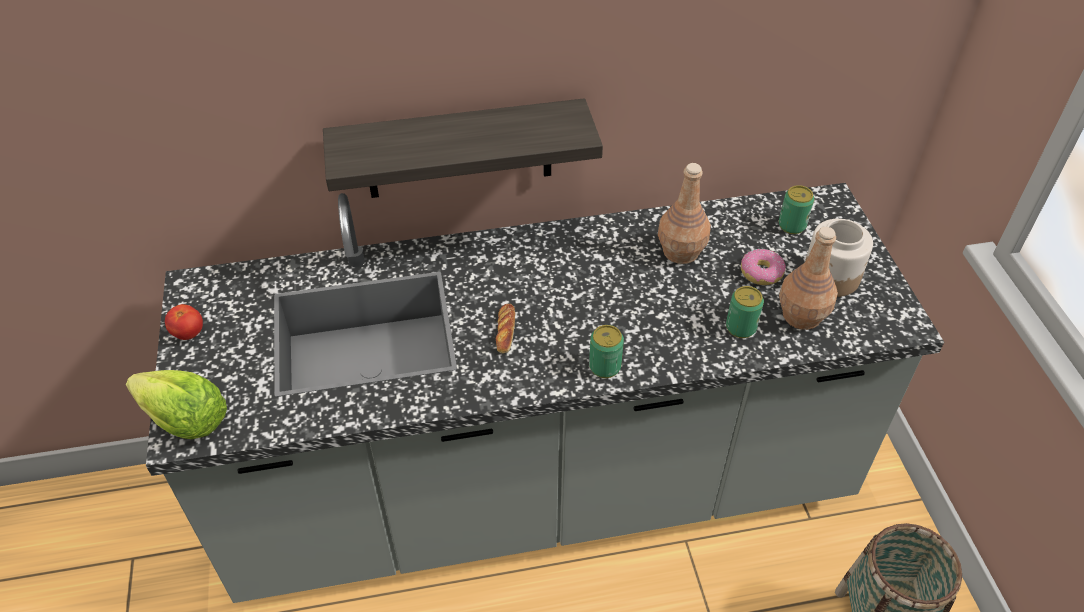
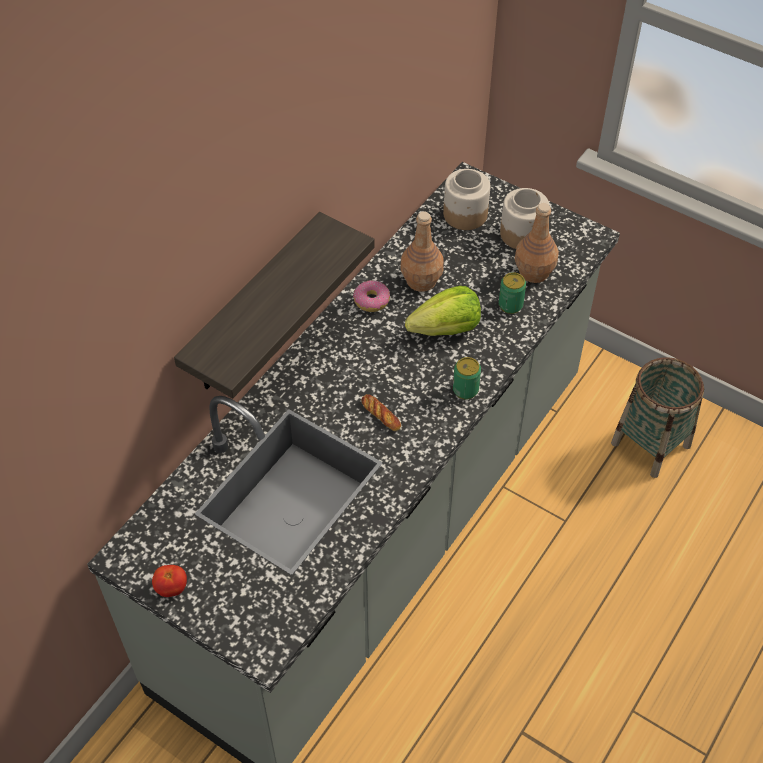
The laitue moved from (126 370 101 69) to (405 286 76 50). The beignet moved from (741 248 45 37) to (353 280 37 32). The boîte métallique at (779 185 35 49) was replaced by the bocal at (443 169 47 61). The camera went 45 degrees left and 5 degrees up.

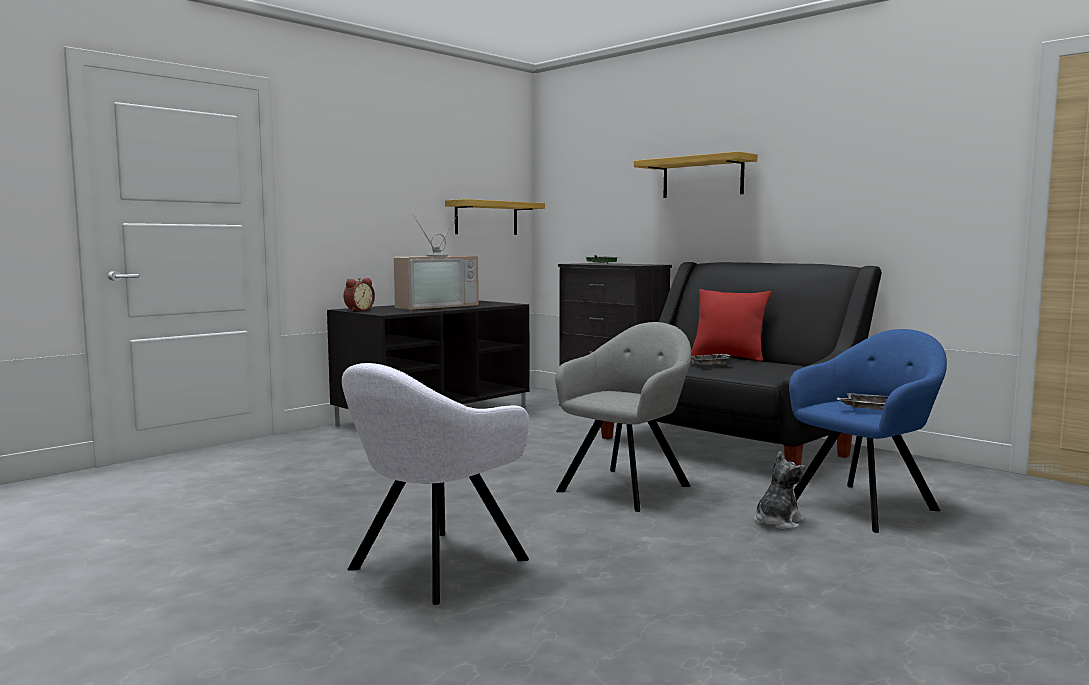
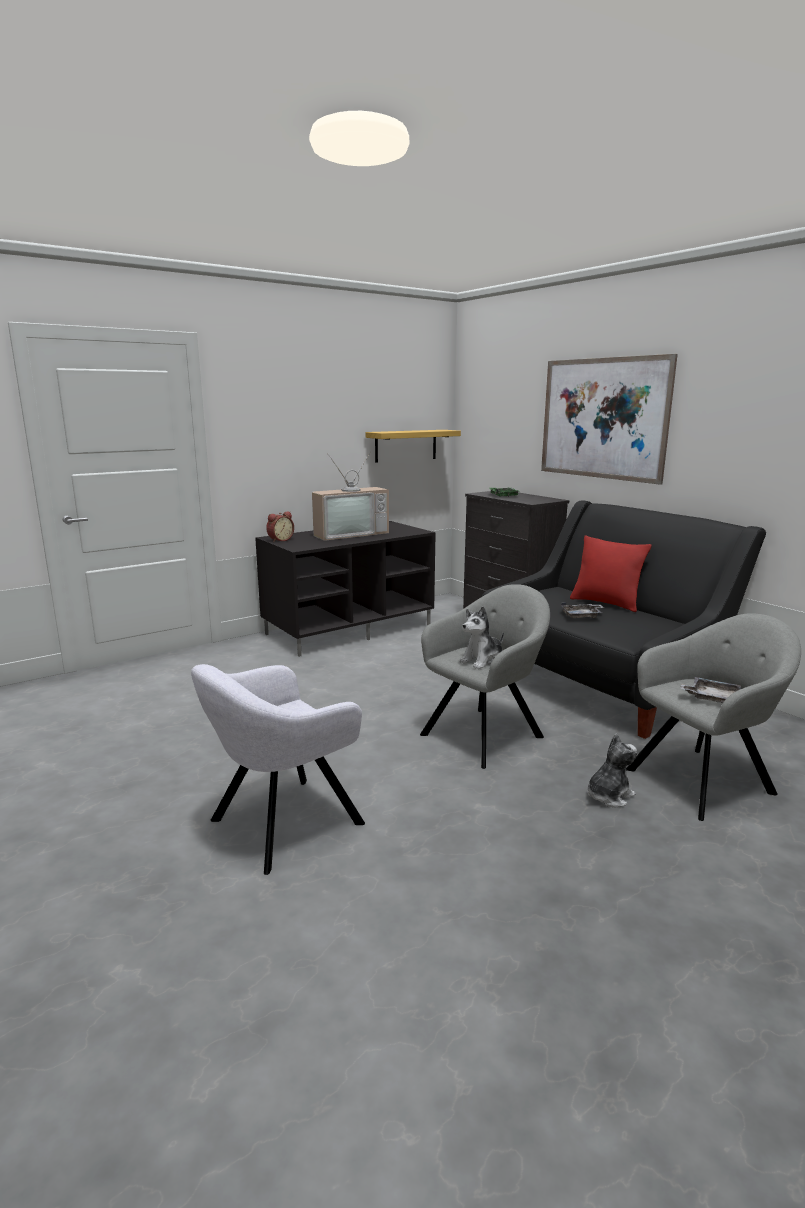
The étagère at (634 151 124 47) was replaced by the tableau at (541 354 137 131). The fauteuil [bleu] at (789 329 158 204) became the fauteuil [gris] at (626 613 175 208). The peluche at (459 606 45 63) appeared. The camera went 10 degrees right and 10 degrees up.

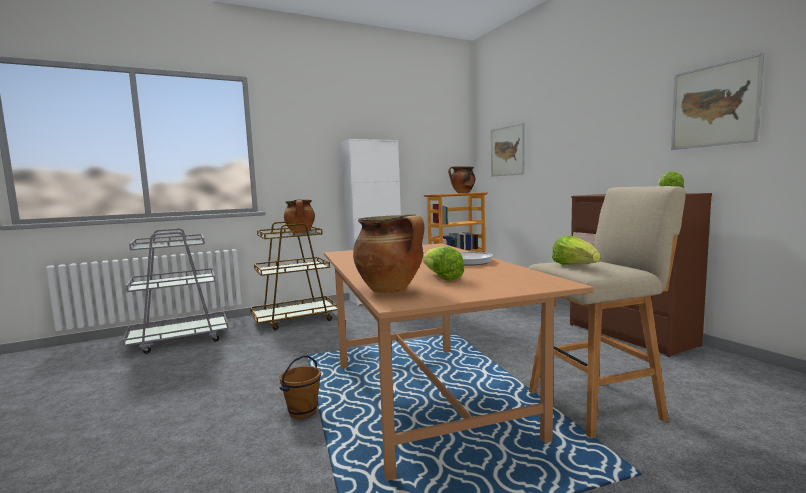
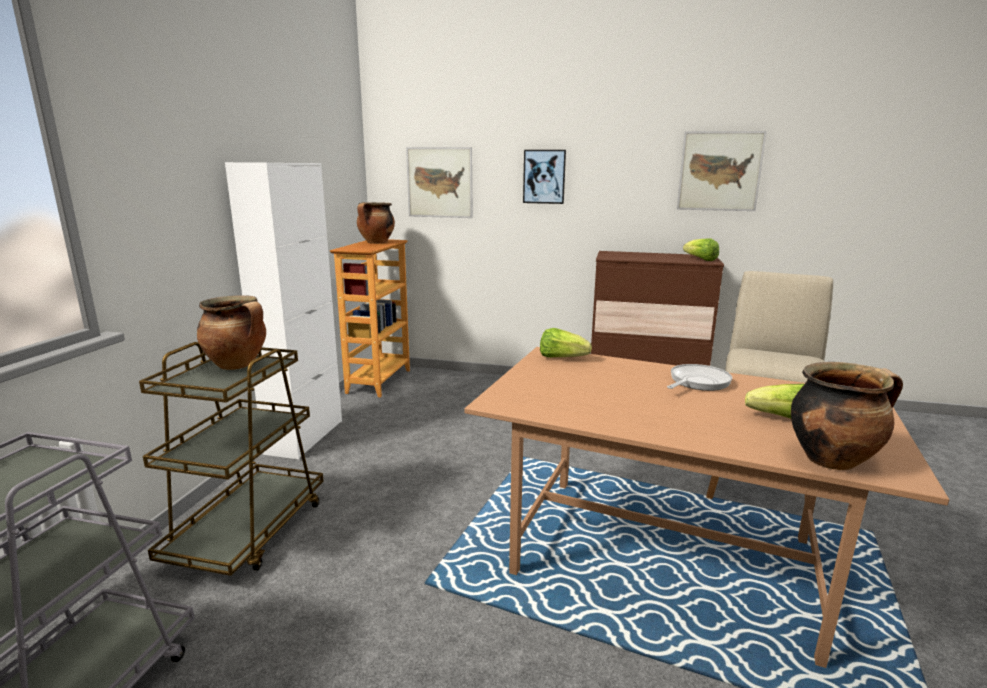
The seau [marron] at (279 355 42 64) disappeared. The laitue moved from (552 235 48 30) to (540 328 52 30). The tableau at (523 150 43 54) appeared. The camera went 50 degrees left and 10 degrees up.

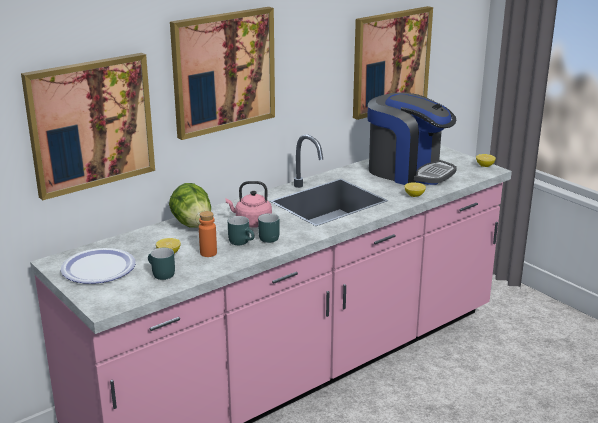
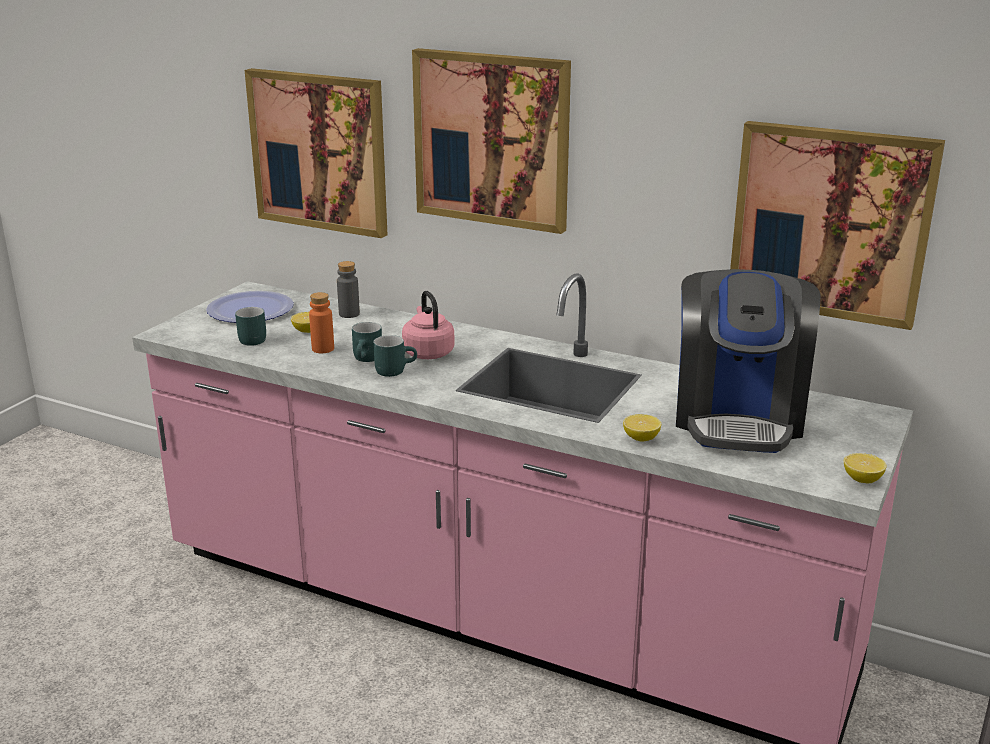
The laitue at (169 183 42 45) disappeared. The bouteille [gris] at (337 261 23 57) appeared. The camera went 65 degrees right and 0 degrees up.

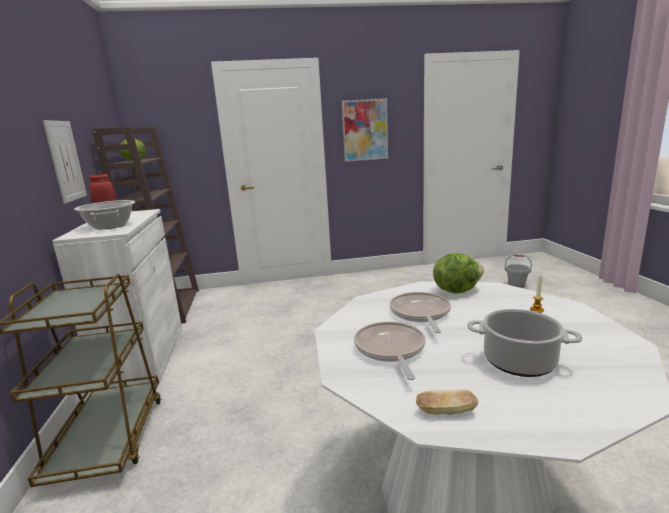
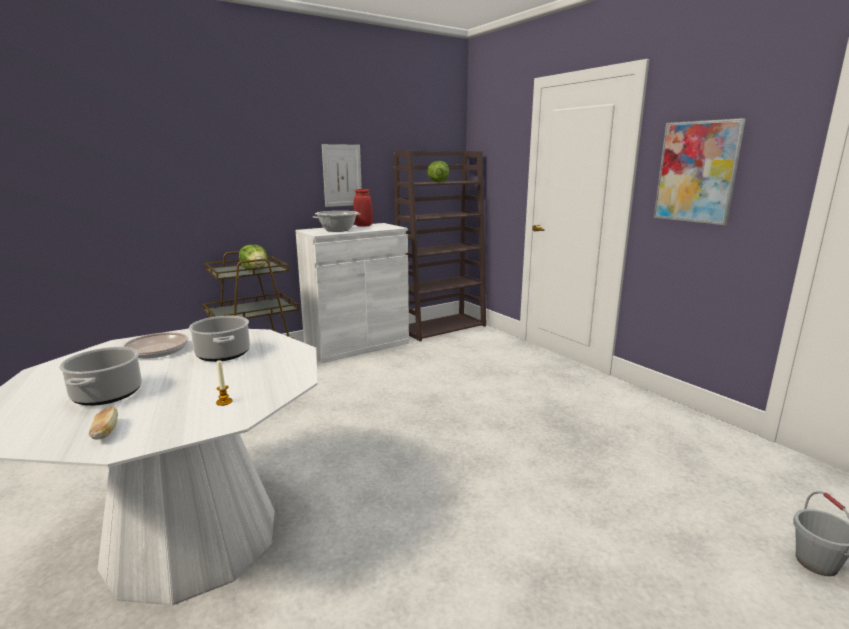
The poêle at (389 292 62 41) was replaced by the marmite at (189 316 61 46). The pain moved from (416 390 62 25) to (89 406 29 34). The laitue moved from (433 253 51 41) to (239 245 29 25). The camera went 65 degrees right and 0 degrees up.

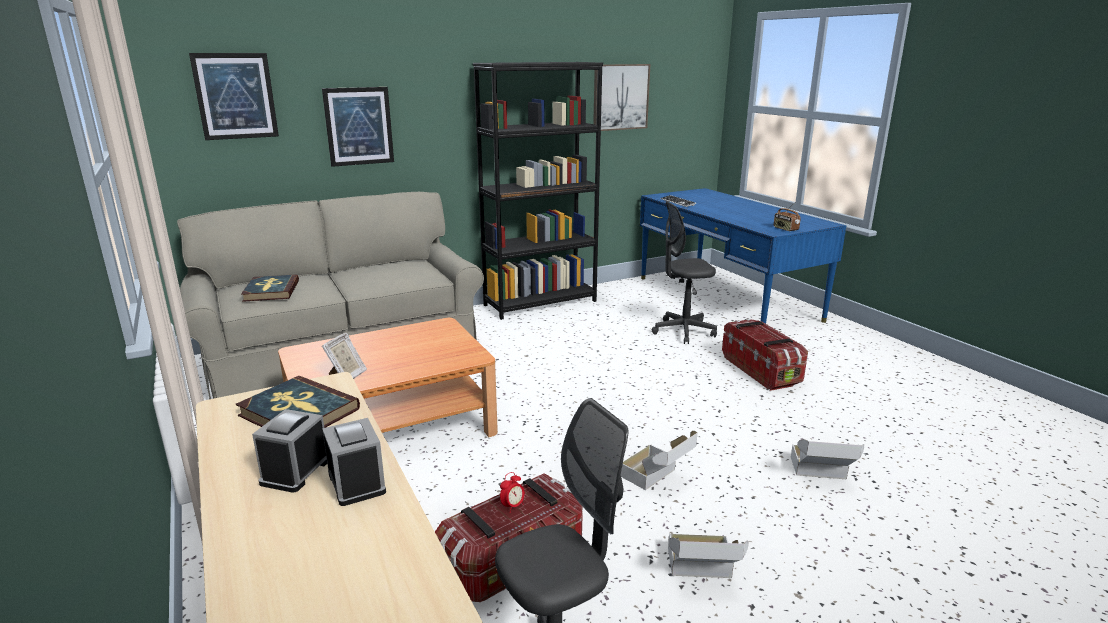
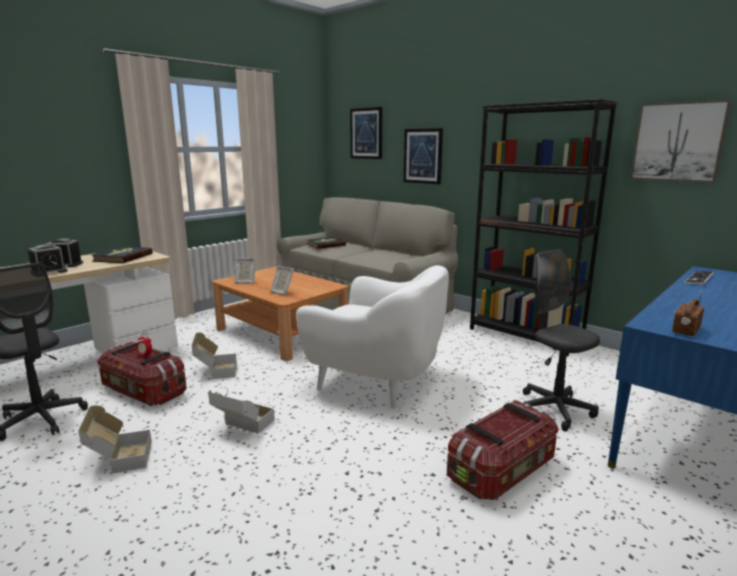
The carton moved from (791 439 73 41) to (192 333 45 46). The cadre photo at (271 266 23 29) appeared. The fauteuil [blanc] at (296 265 153 144) appeared. The camera went 70 degrees right and 5 degrees down.

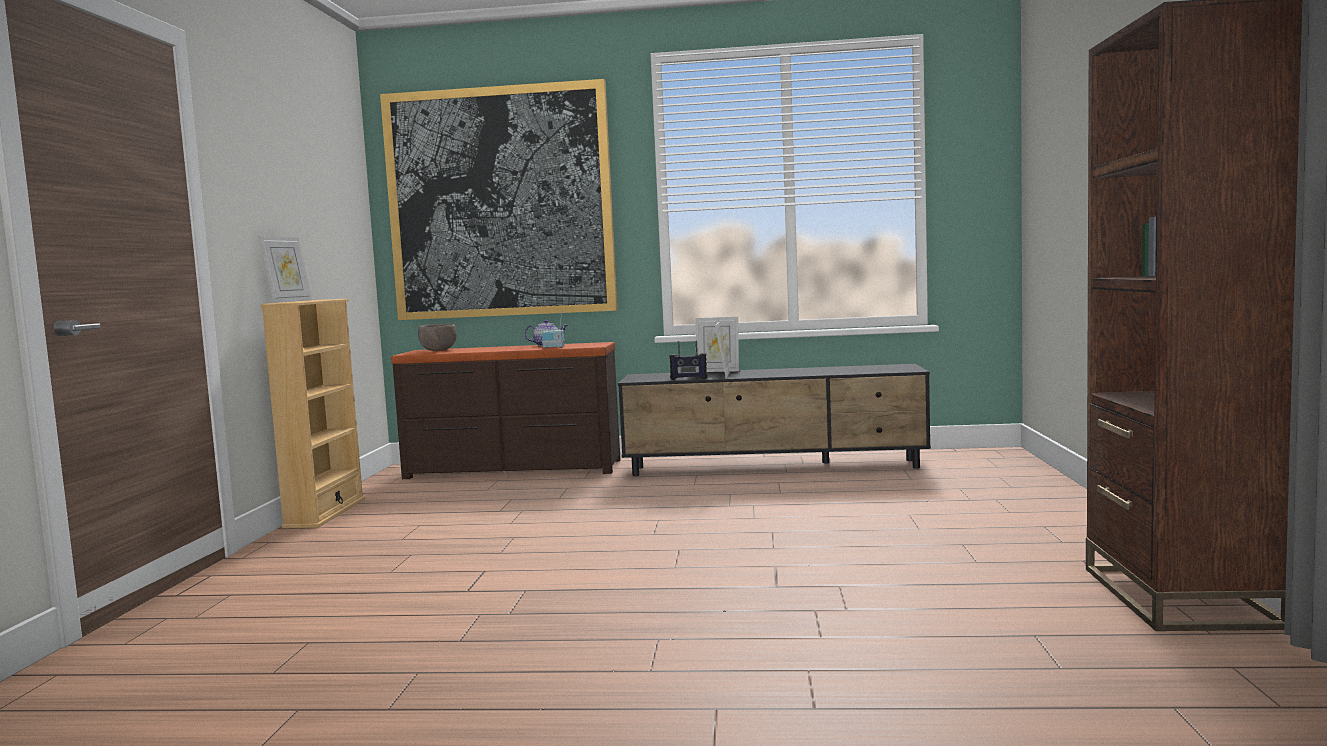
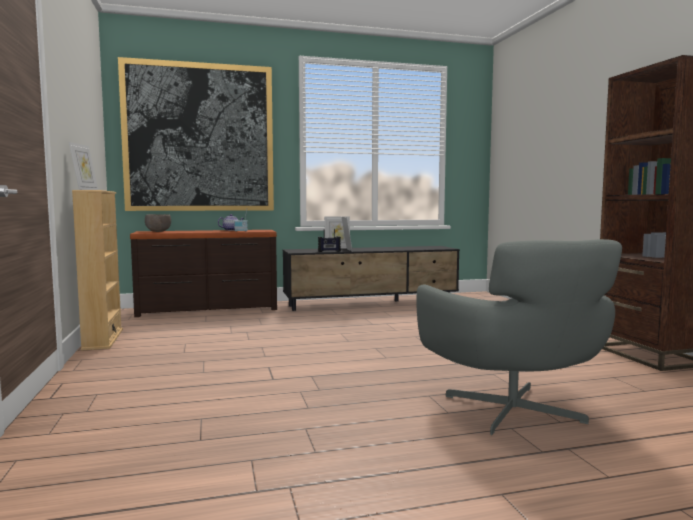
The fauteuil [gris] at (416 239 206 196) appeared. The camera went 20 degrees left and 0 degrees up.

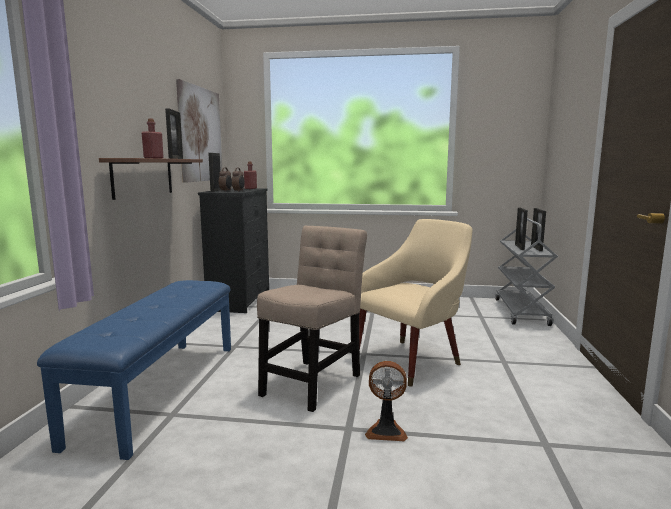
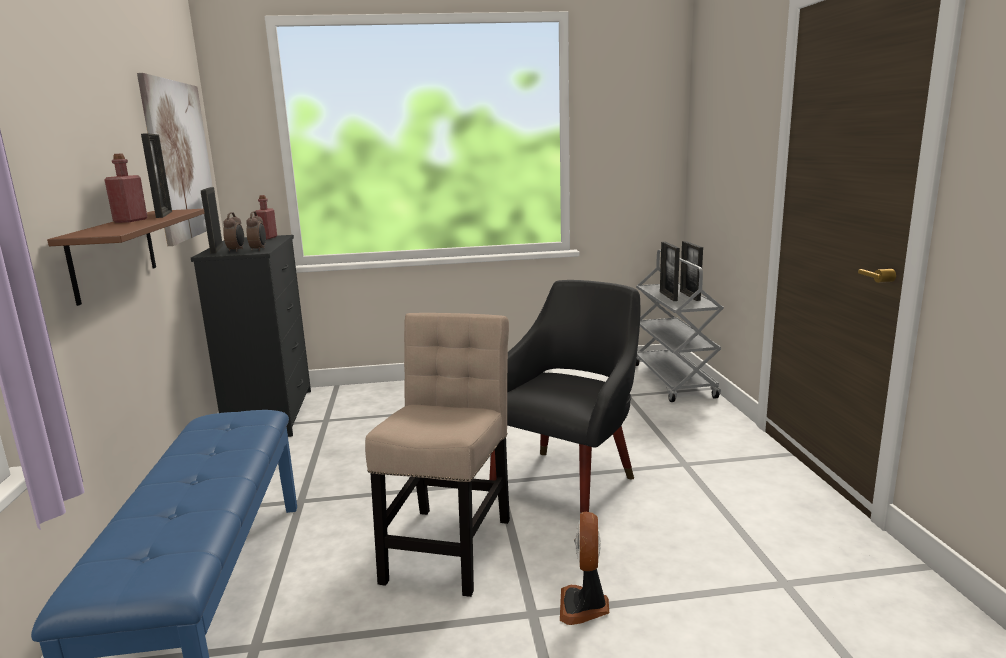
The fauteuil [beige] at (359 219 113 168) became the fauteuil [noir] at (489 280 151 233). The ventilateur at (365 361 43 80) turned 105 degrees clockwise. The camera went 15 degrees left and 5 degrees up.

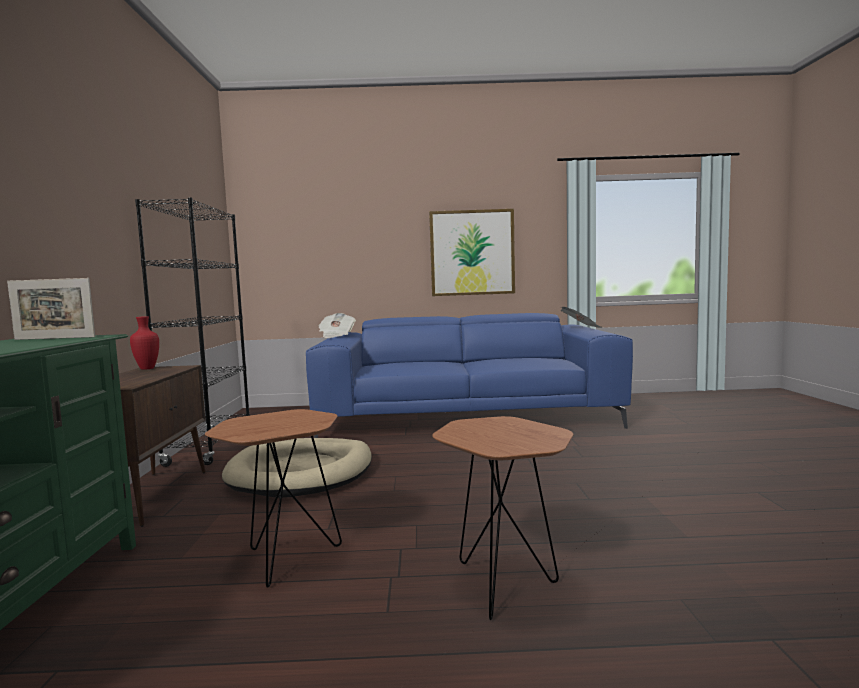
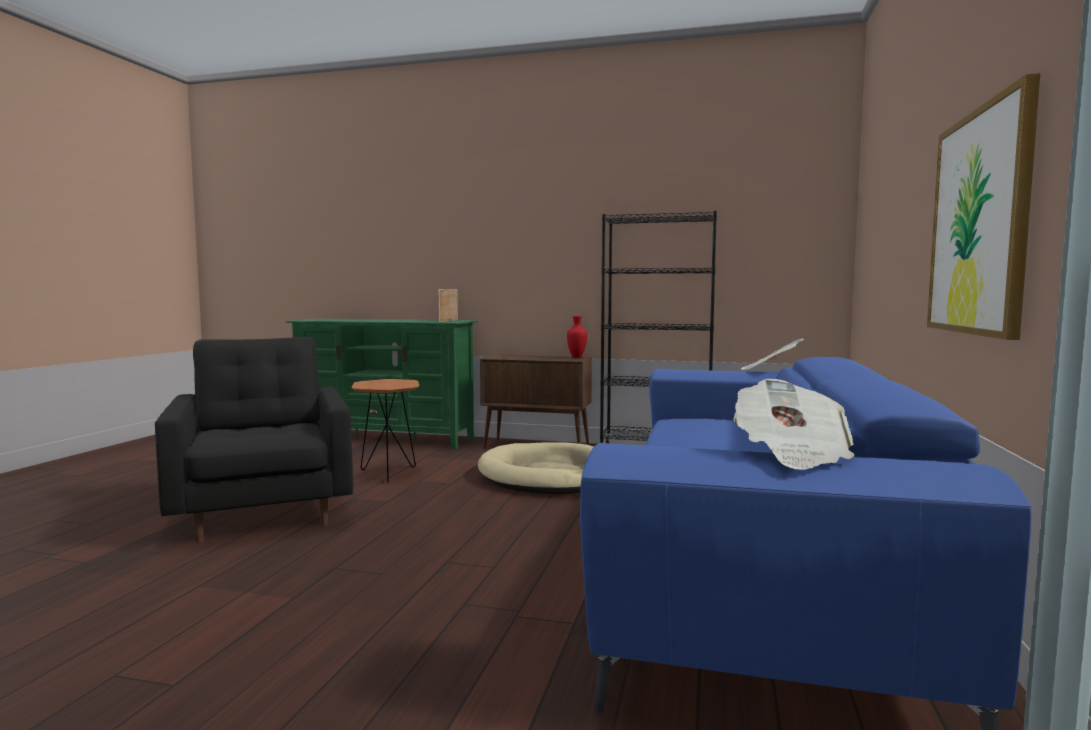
The table d'appoint [marron] at (432 416 142 204) was replaced by the fauteuil [noir] at (155 337 198 206). The camera went 105 degrees right and 0 degrees up.

